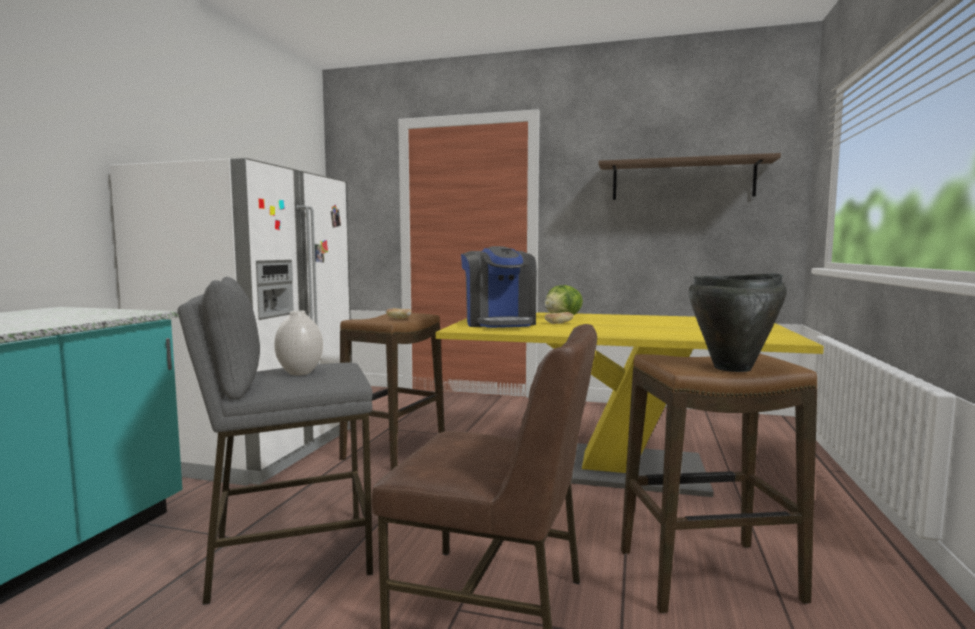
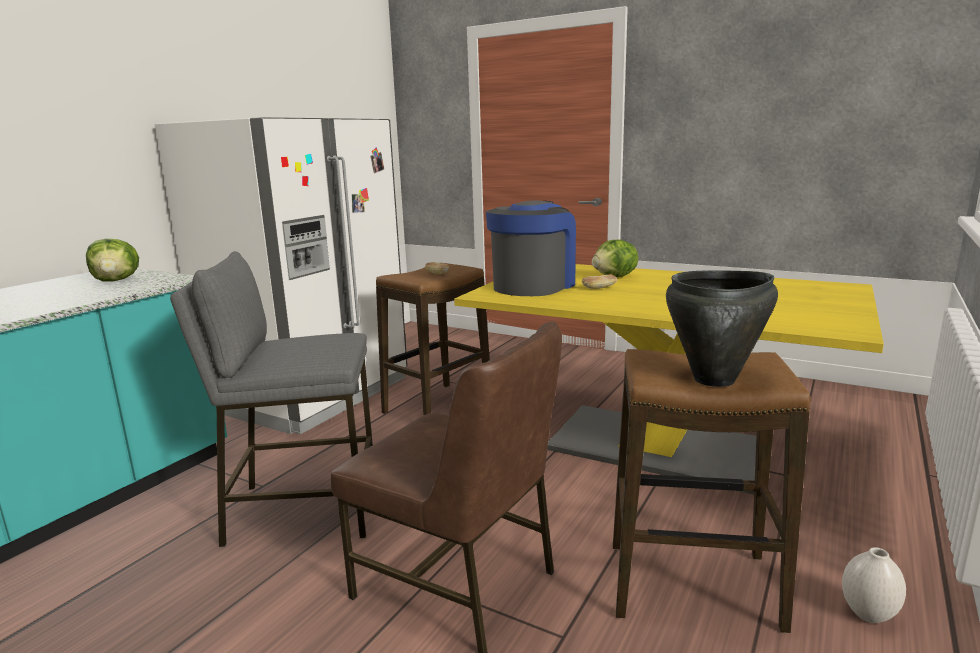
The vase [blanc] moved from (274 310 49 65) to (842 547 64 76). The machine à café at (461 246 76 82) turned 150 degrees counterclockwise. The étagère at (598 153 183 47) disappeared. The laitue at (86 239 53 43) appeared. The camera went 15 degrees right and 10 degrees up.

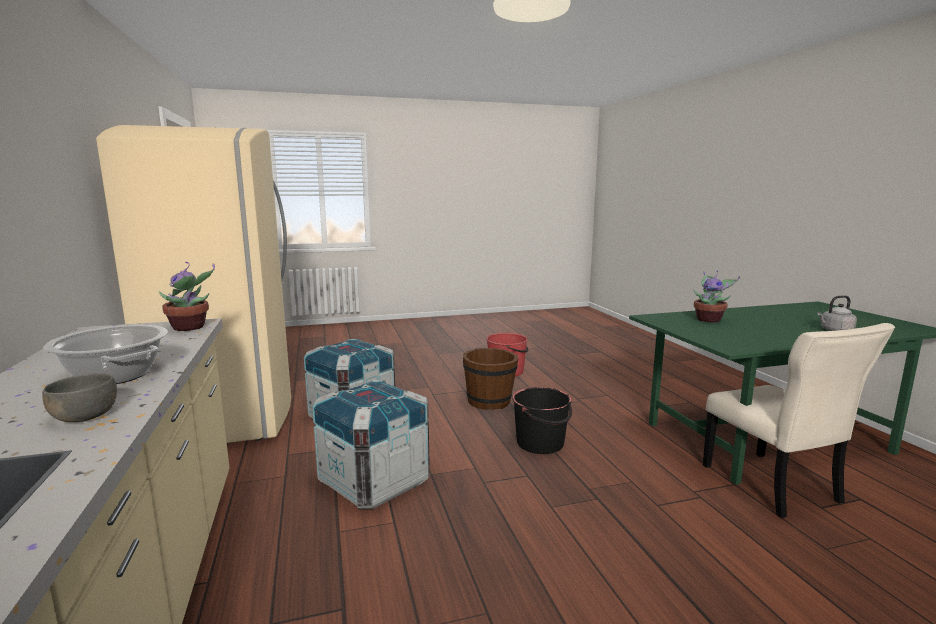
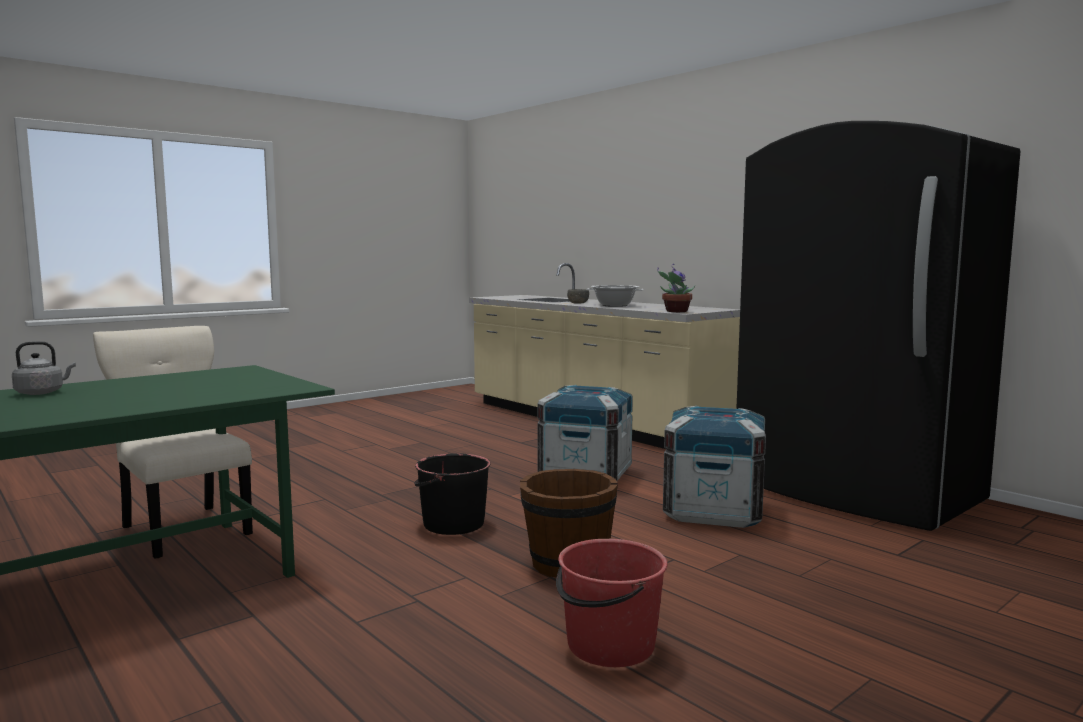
The réfrigérateur [beige] at (96 125 195 318) became the réfrigérateur [noir] at (736 121 285 410). The plante en pot at (694 271 46 52) disappeared. The camera went 155 degrees right and 5 degrees down.

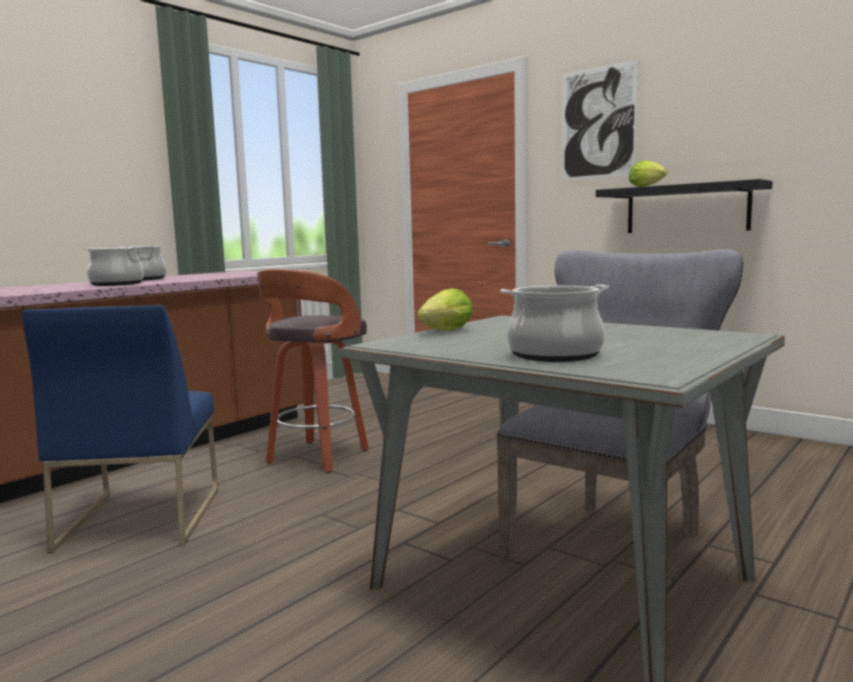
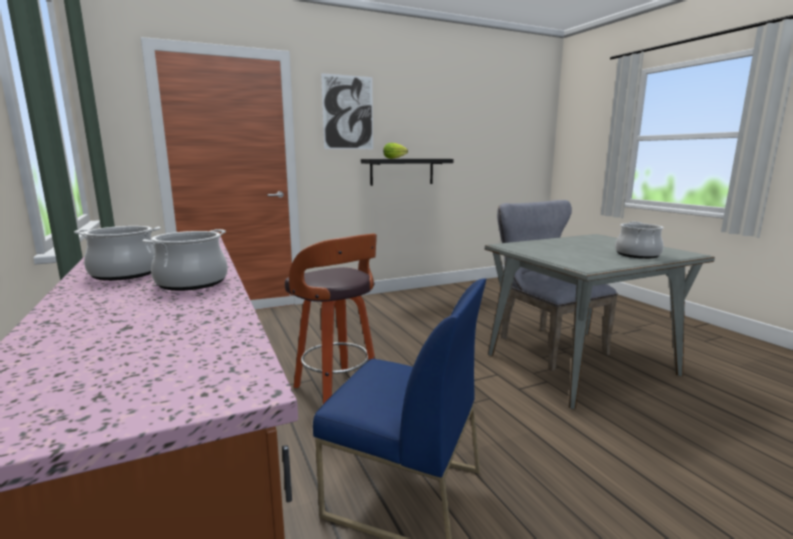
The laitue at (417 288 56 43) disappeared. The camera went 65 degrees left and 5 degrees up.

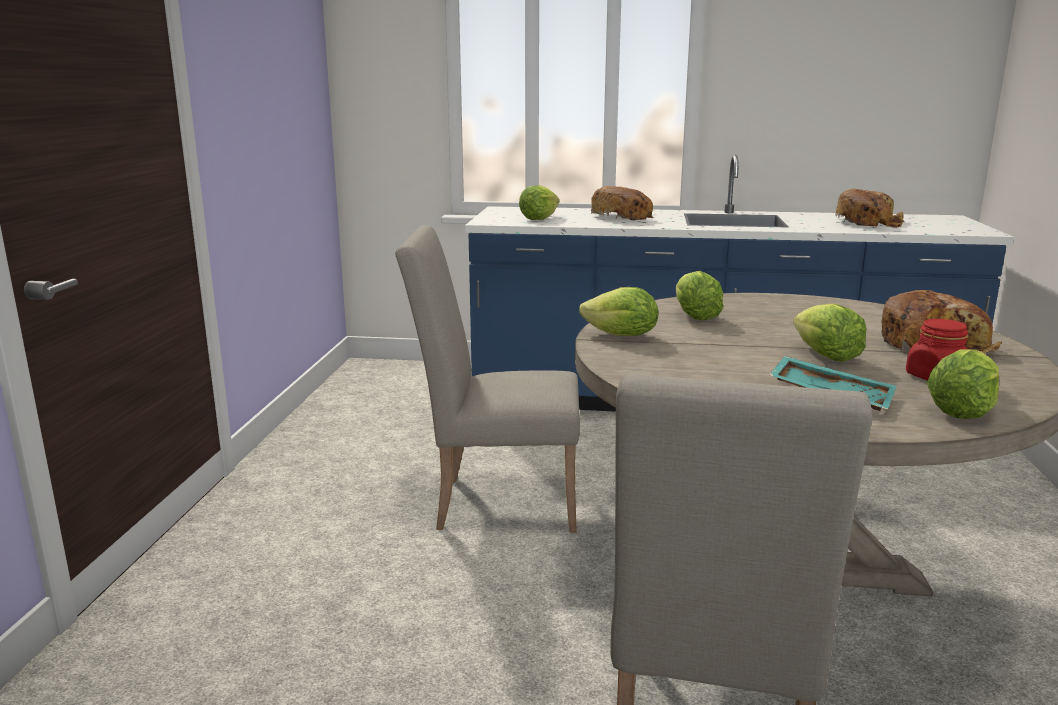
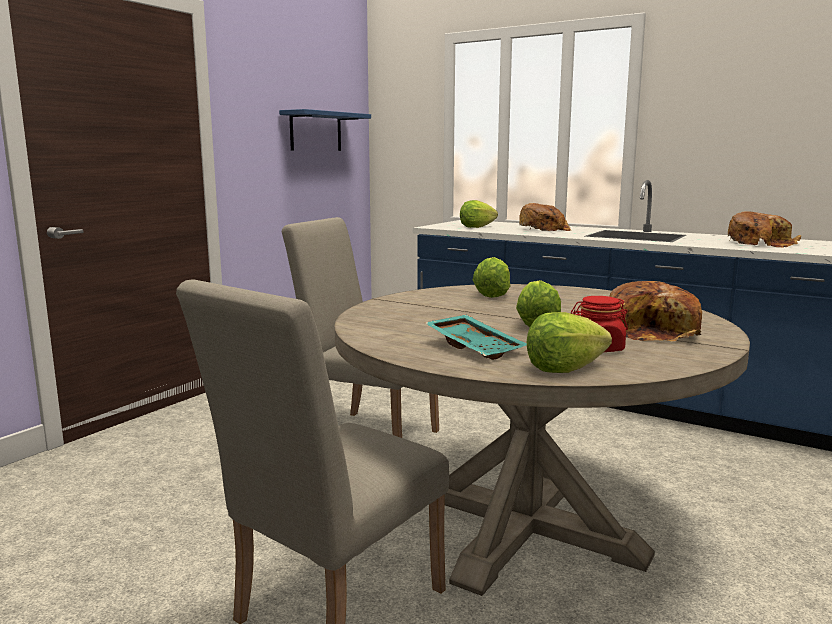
The laitue at (579 287 80 49) disappeared. The étagère [bleu] at (279 109 92 42) appeared. The camera went 25 degrees right and 5 degrees down.

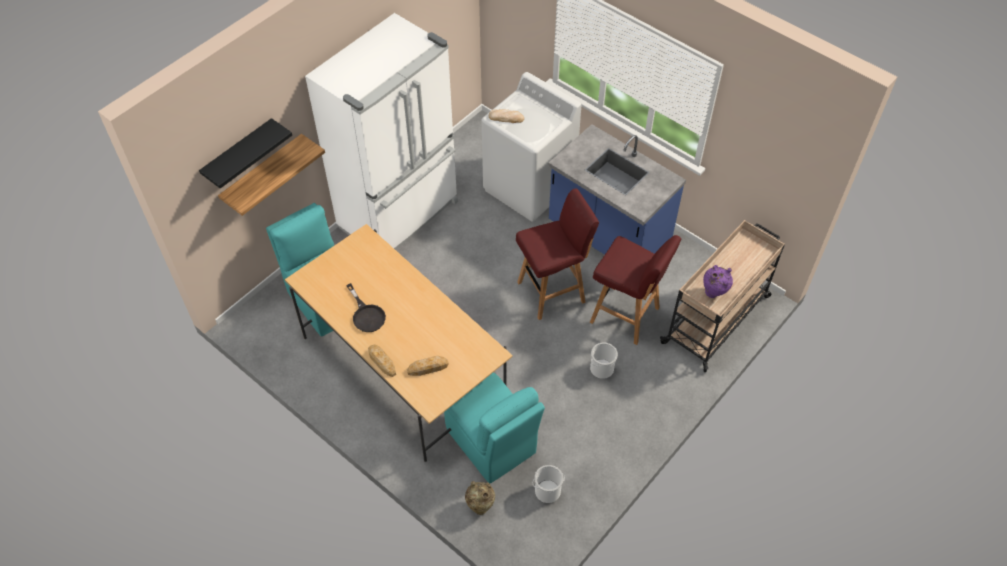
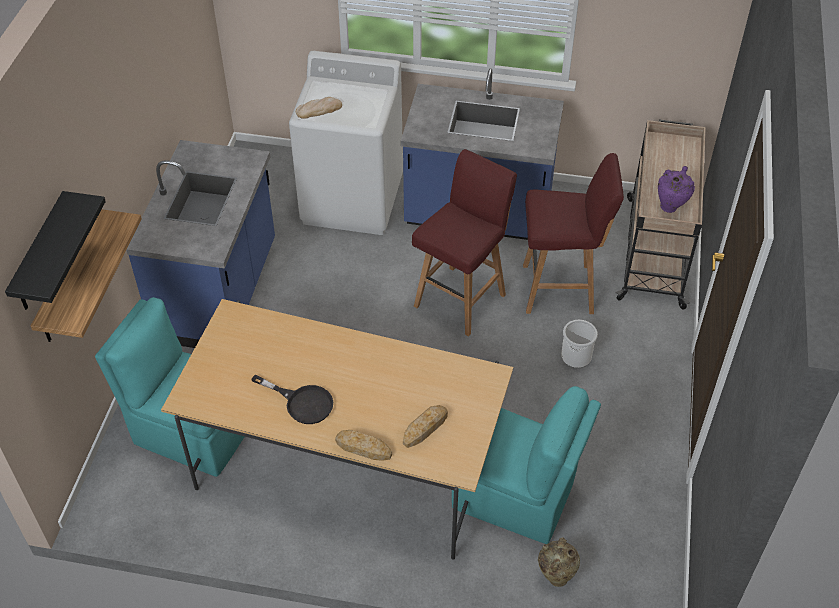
The réfrigérateur [blanc] at (305 13 153 237) was replaced by the comptoir de cuisine [bleu] at (126 140 149 208). The seau at (533 465 32 38) disappeared. The camera went 30 degrees left and 5 degrees down.

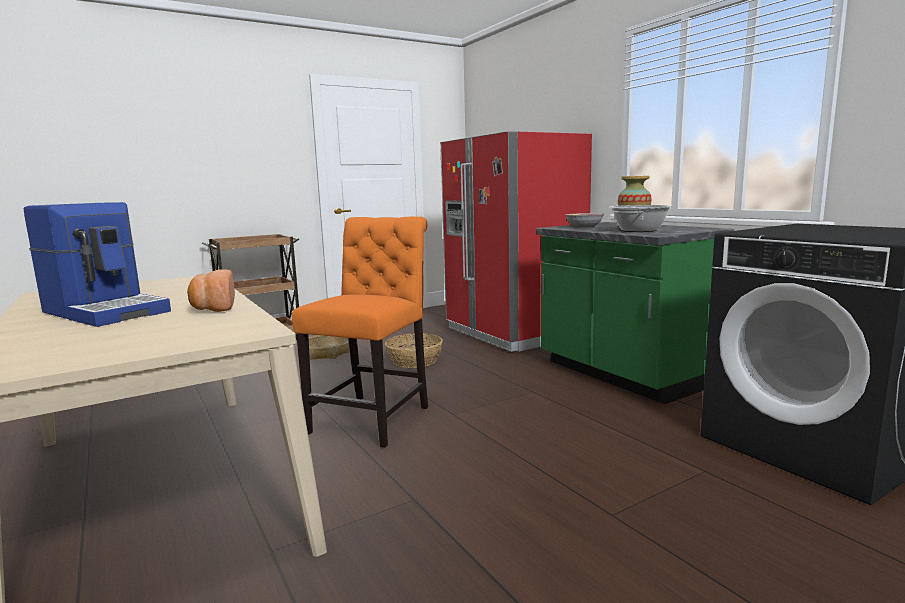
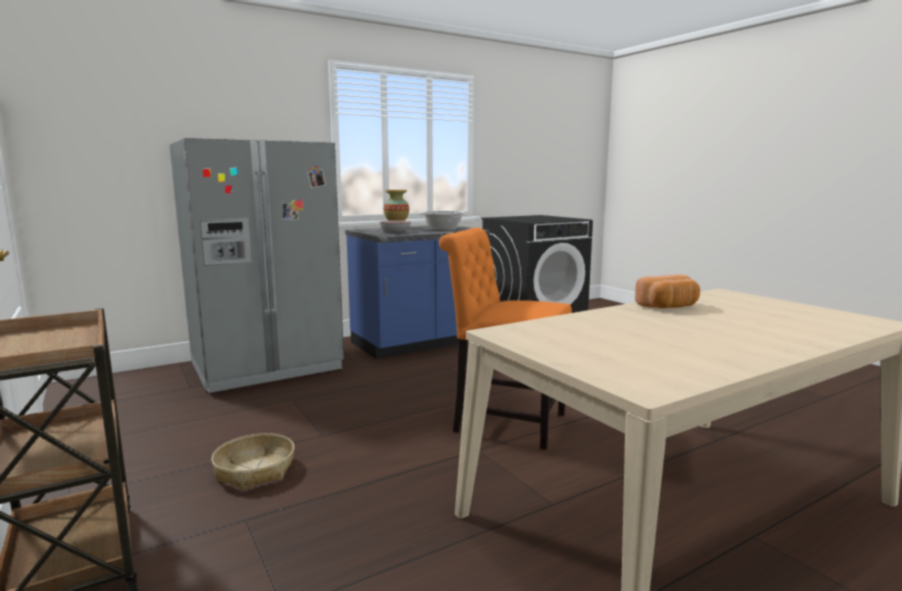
The machine à café at (24 202 147 125) disappeared. The panier at (385 333 58 35) disappeared. The réfrigérateur [rouge] at (440 131 152 221) became the réfrigérateur [gris] at (170 138 174 255). The comptoir de cuisine [vert] at (536 222 198 182) became the comptoir de cuisine [bleu] at (345 225 145 134). The camera went 90 degrees left and 0 degrees up.

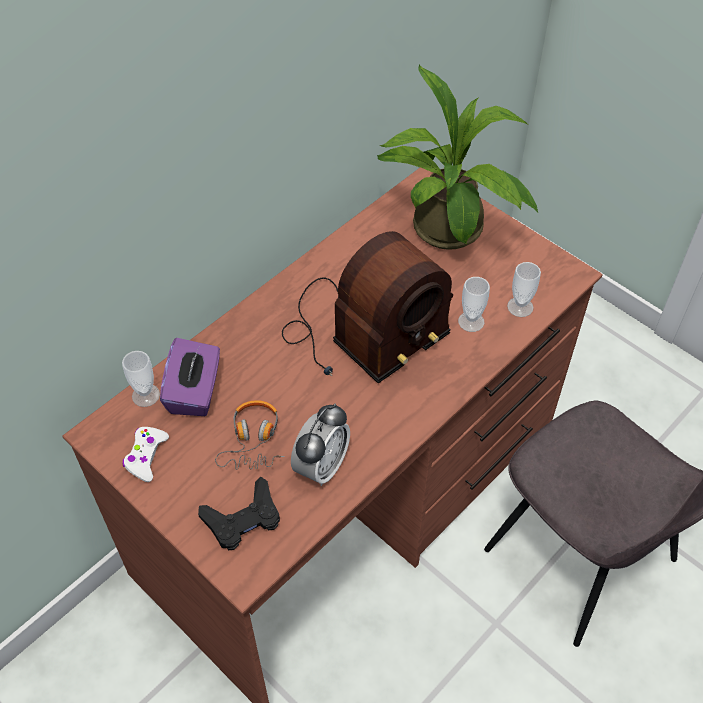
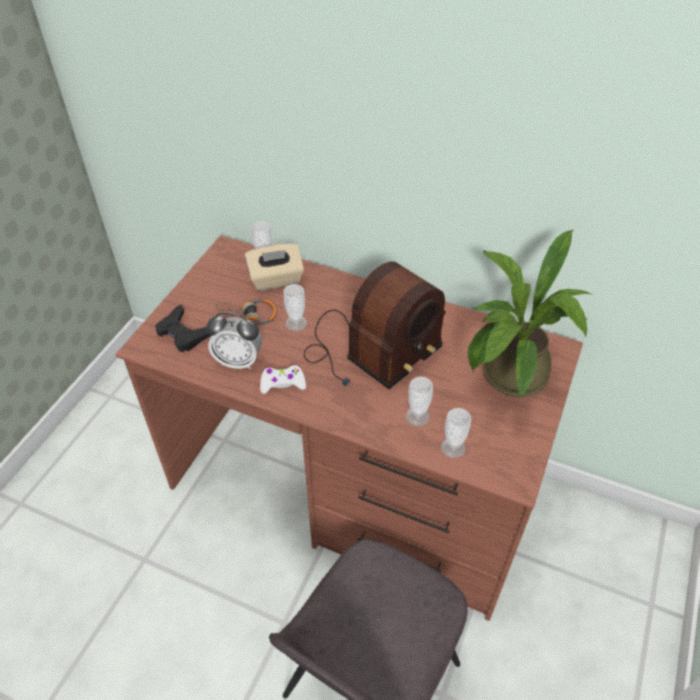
The manette [blanc] moved from (123 427 46 55) to (260 365 46 29). The boîte à mouchoirs [violet] at (160 338 60 78) became the boîte à mouchoirs [beige] at (245 243 59 48). The radio at (282 231 171 152) turned 75 degrees counterclockwise. The tasse at (283 284 24 47) appeared. The camera went 70 degrees right and 5 degrees down.

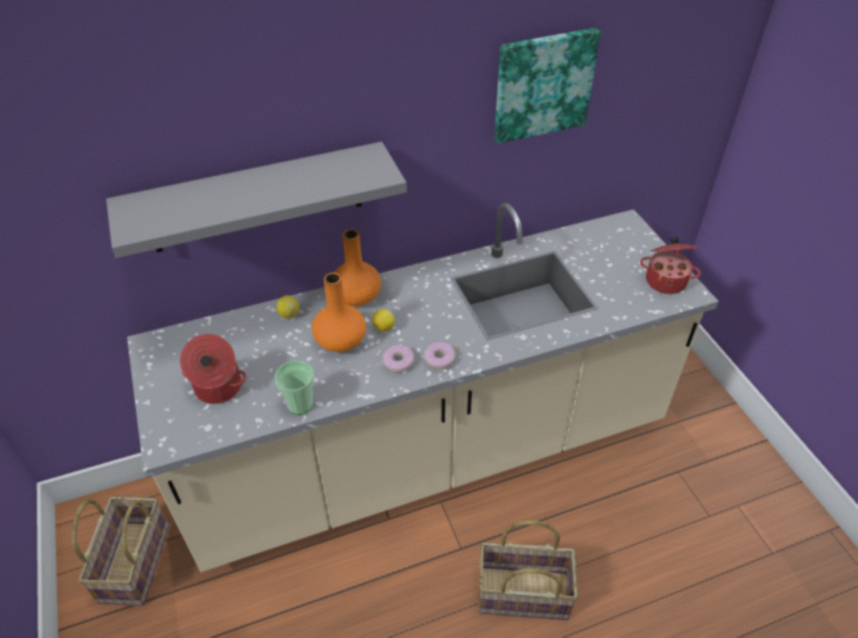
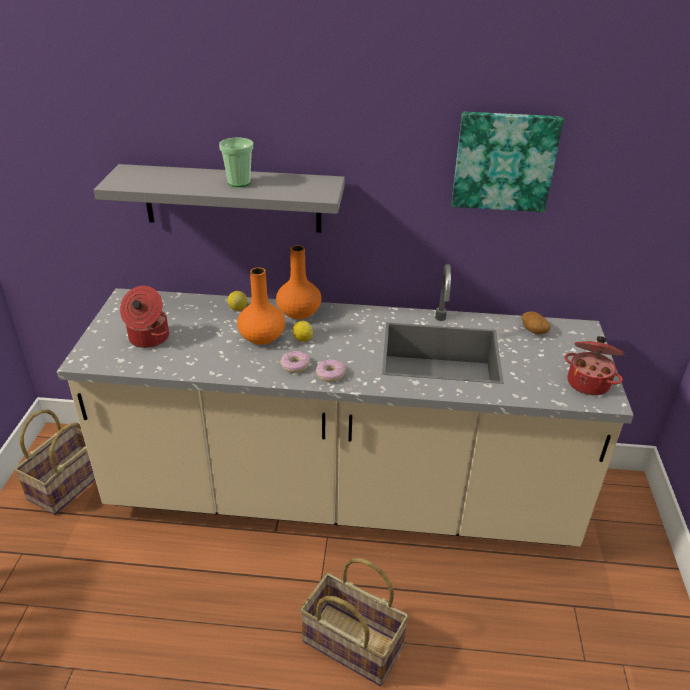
The tasse moved from (275 361 39 54) to (219 138 34 49). The pomme de terre at (522 311 29 24) appeared. The camera went 25 degrees right and 10 degrees down.

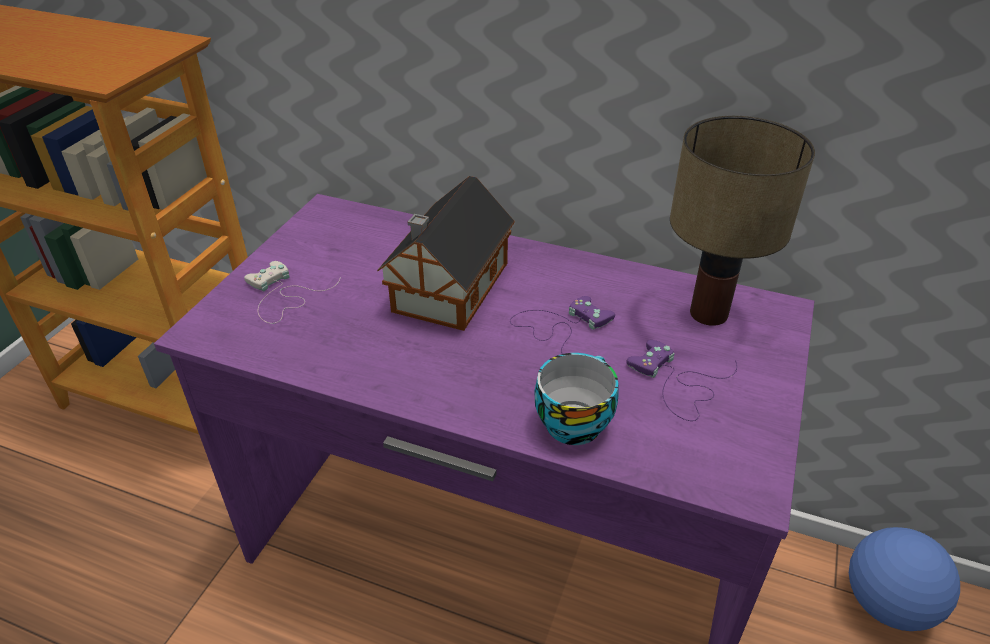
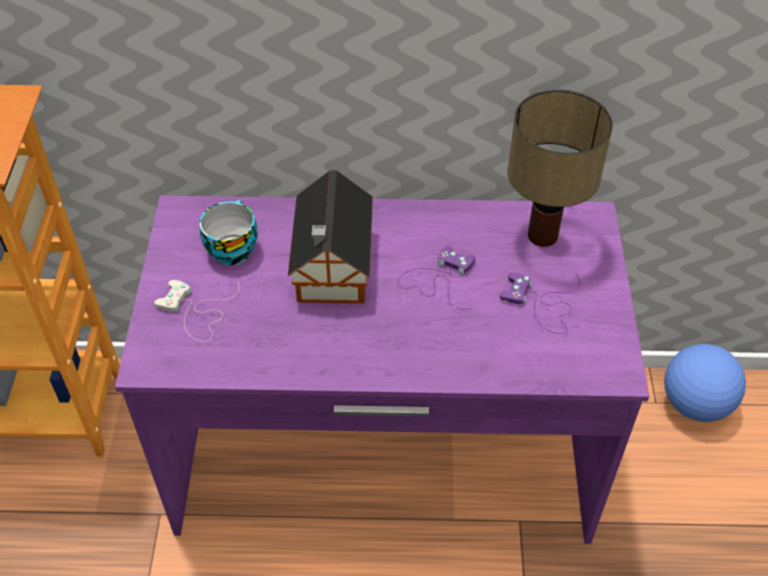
The tasse moved from (535 353 83 92) to (199 200 59 65). The camera went 20 degrees left and 10 degrees up.

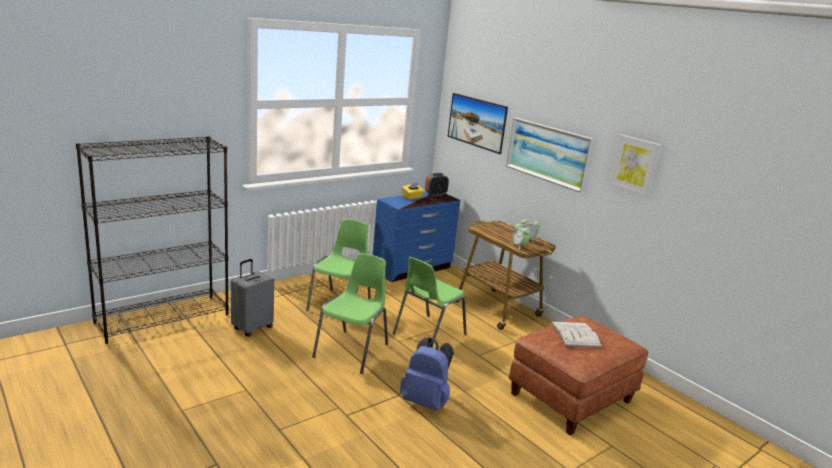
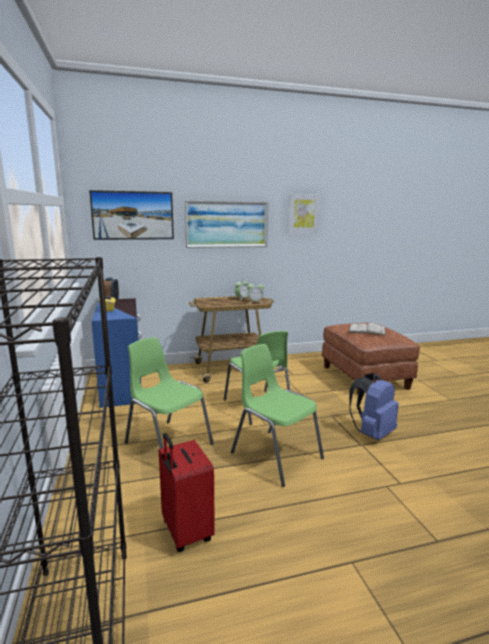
The valise [gris] at (231 259 43 78) became the valise [rouge] at (159 433 56 119). The camera went 65 degrees left and 5 degrees down.

